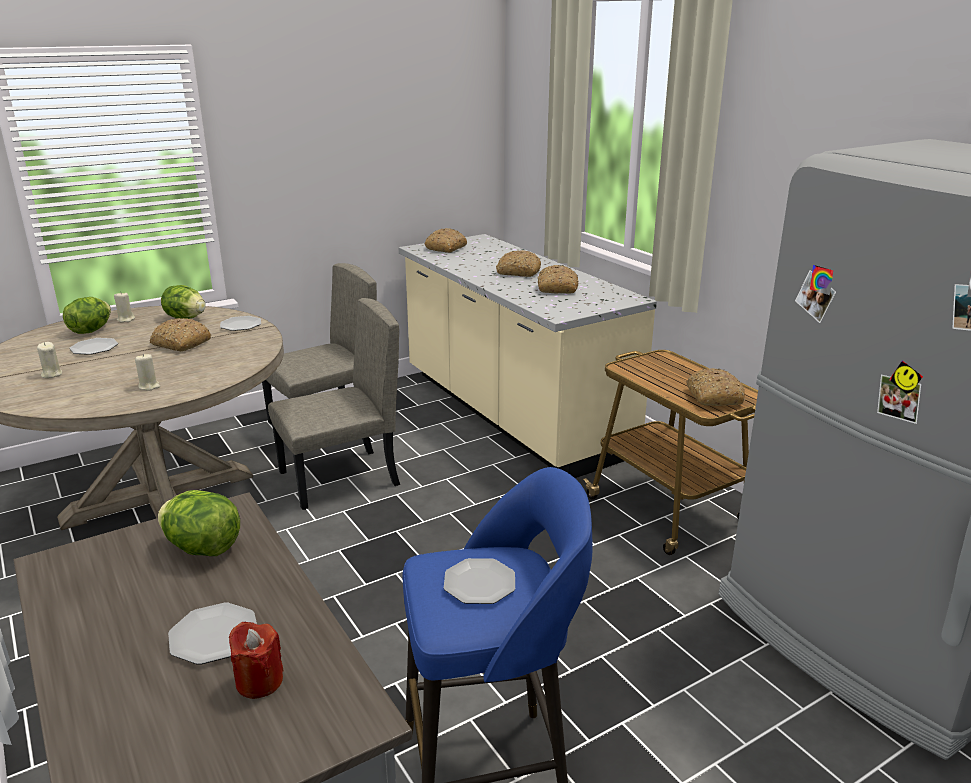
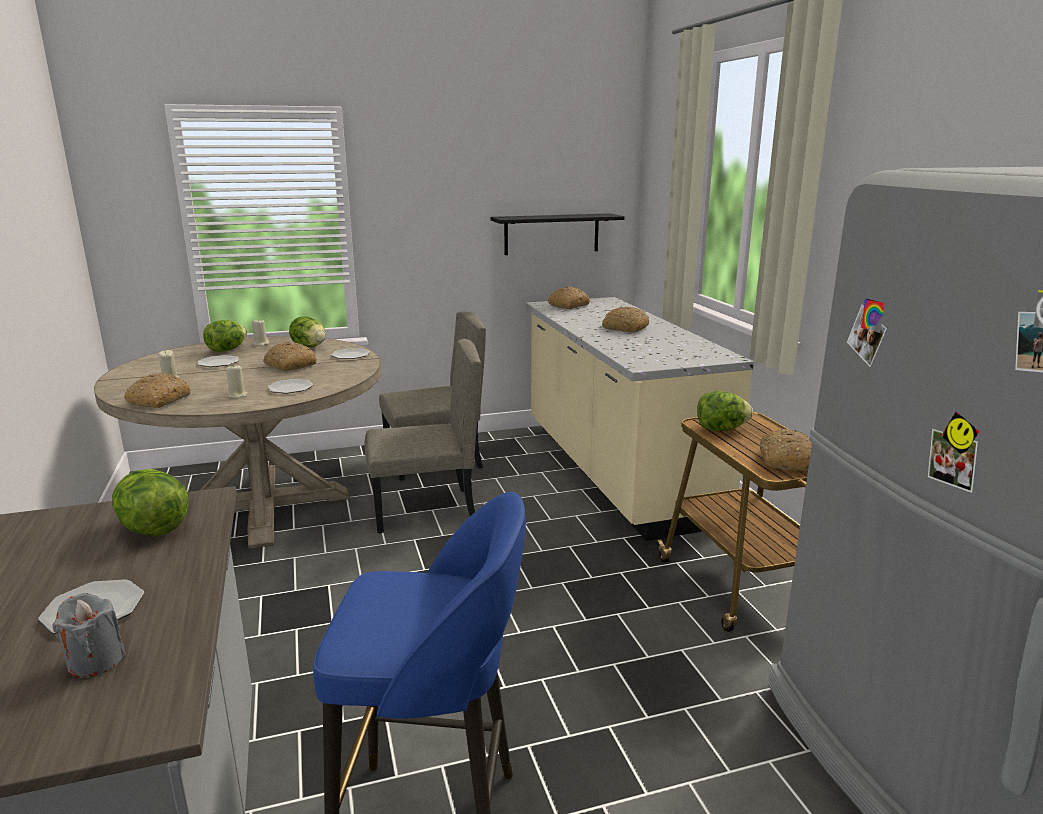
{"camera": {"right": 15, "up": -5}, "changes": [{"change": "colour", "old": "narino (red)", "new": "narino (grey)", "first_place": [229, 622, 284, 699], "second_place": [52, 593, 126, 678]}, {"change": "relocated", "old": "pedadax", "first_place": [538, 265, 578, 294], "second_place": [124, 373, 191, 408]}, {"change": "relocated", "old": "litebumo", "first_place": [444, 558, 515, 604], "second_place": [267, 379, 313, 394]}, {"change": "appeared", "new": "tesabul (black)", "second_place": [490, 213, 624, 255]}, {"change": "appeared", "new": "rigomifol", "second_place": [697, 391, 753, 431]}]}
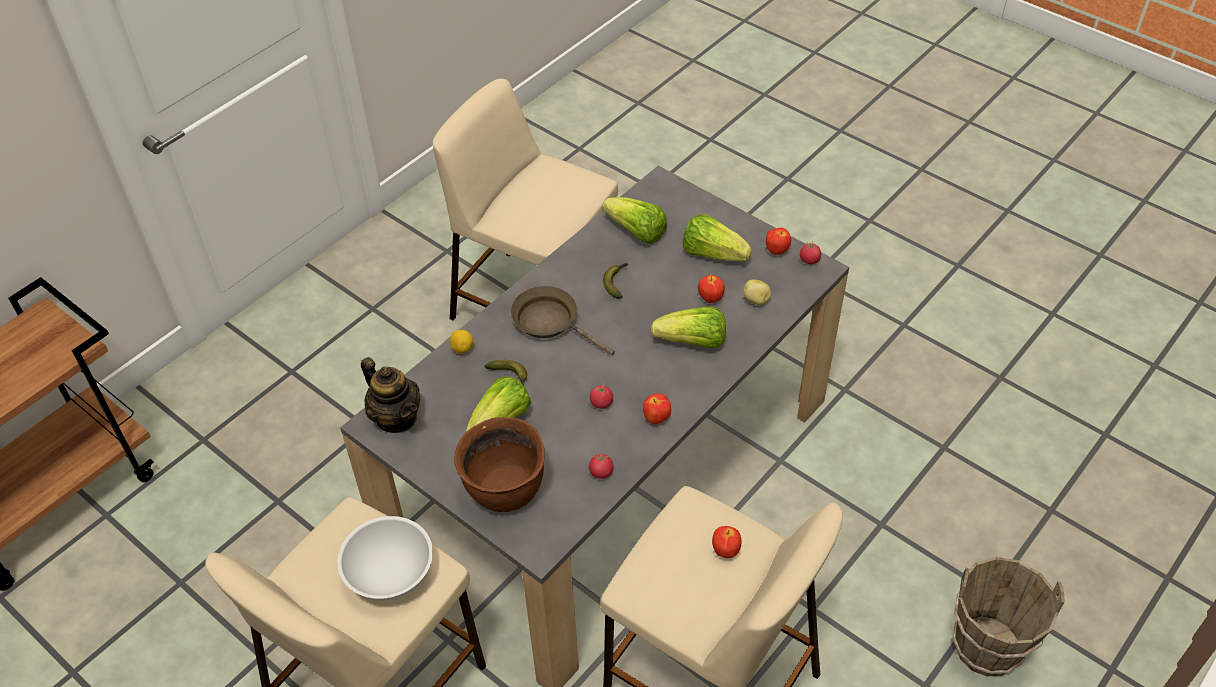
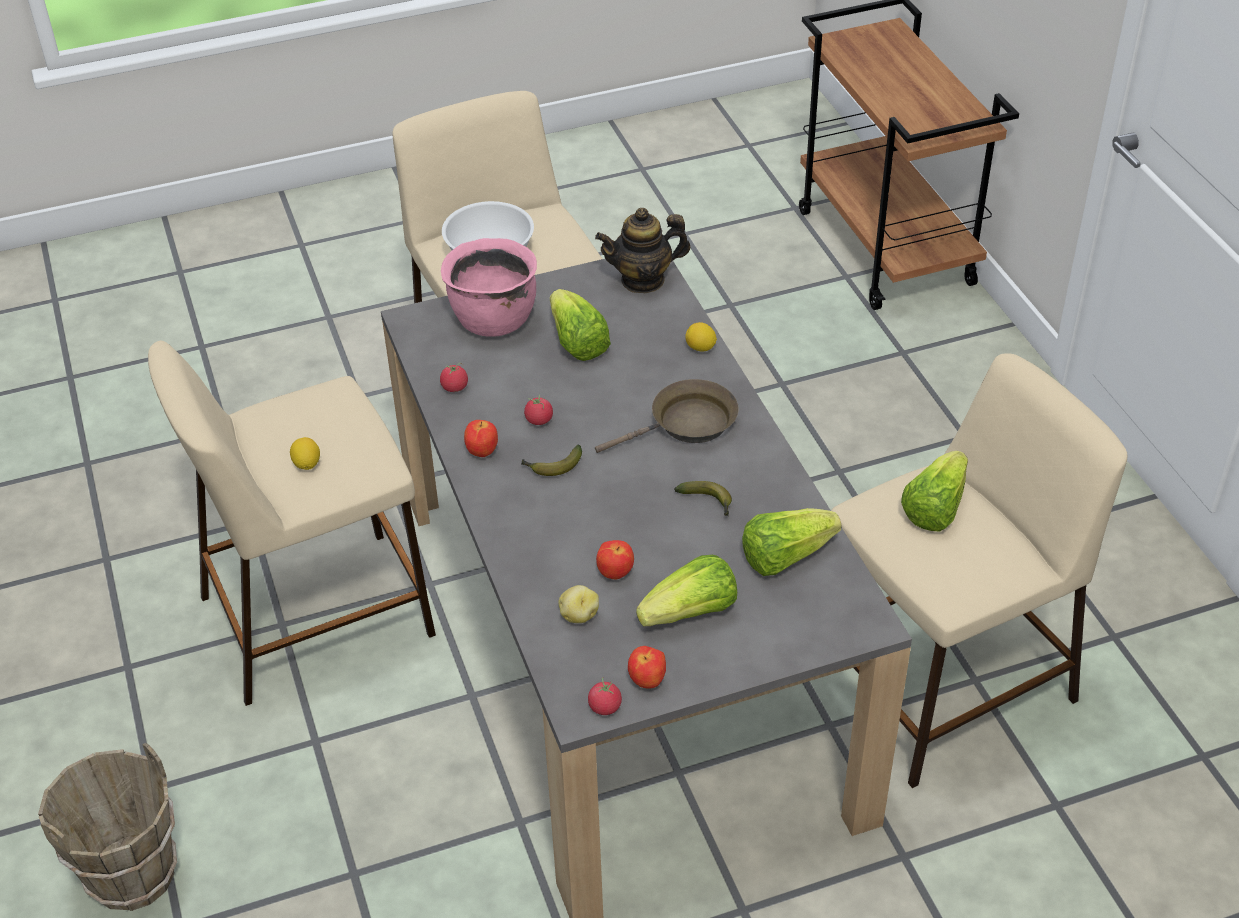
{"camera": {"right": 120, "up": -5}, "changes": [{"change": "exchanged", "old": "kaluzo", "new": "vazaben", "first_place": [712, 526, 742, 558], "second_place": [290, 437, 320, 470]}, {"change": "colour", "old": "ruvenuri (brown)", "new": "ruvenuri (pink)", "first_place": [454, 417, 545, 512], "second_place": [441, 238, 537, 337]}, {"change": "relocated", "old": "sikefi", "first_place": [485, 360, 527, 385], "second_place": [521, 445, 582, 476]}, {"change": "relocated", "old": "rigomifol", "first_place": [651, 306, 726, 349], "second_place": [901, 451, 968, 532]}]}
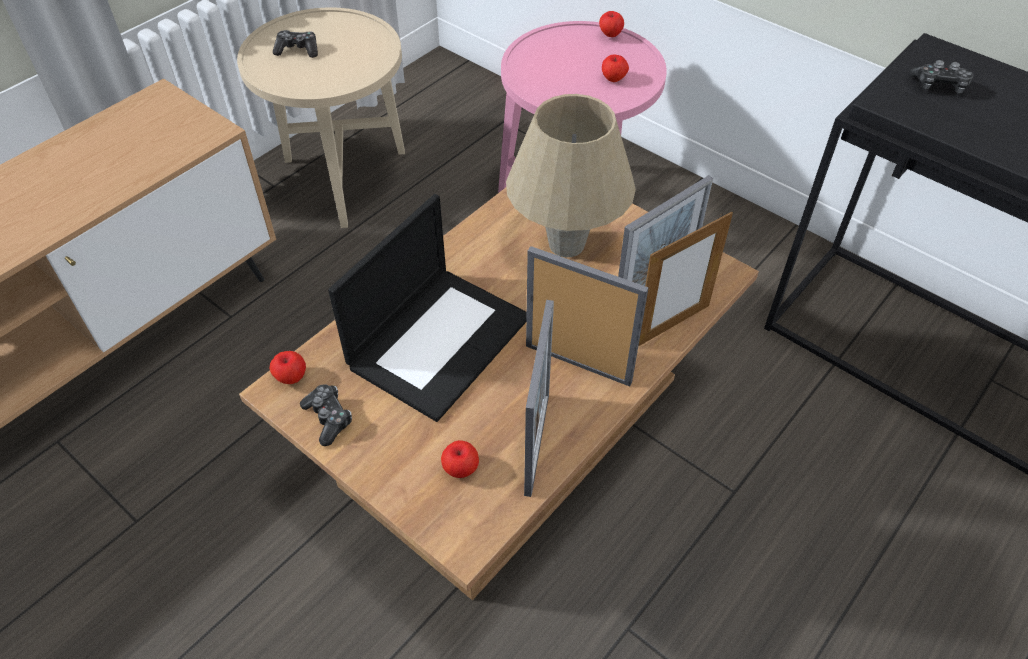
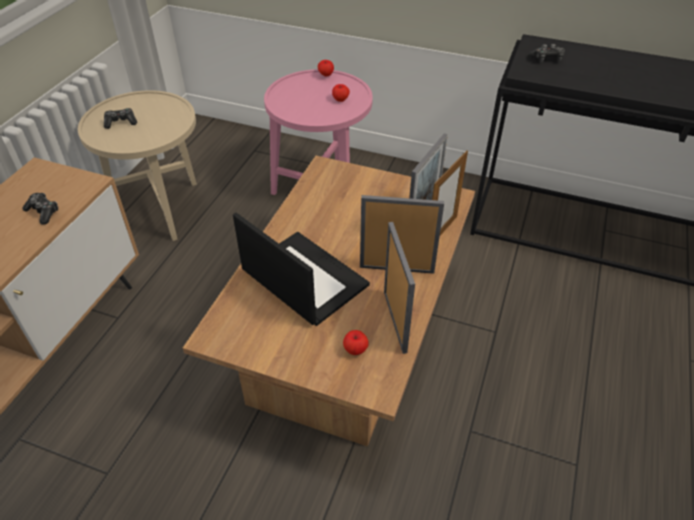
{"camera": {"right": -20, "up": -5}, "changes": [{"change": "relocated", "old": "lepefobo", "first_place": [300, 384, 352, 446], "second_place": [22, 193, 58, 225]}, {"change": "spun", "old": "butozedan", "first_place": [328, 194, 527, 422], "second_place": [233, 213, 370, 326], "degrees": -60}, {"change": "missing", "old": "kaluzo", "first_place": [270, 351, 306, 384]}, {"change": "missing", "old": "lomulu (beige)", "first_place": [506, 94, 636, 257]}]}
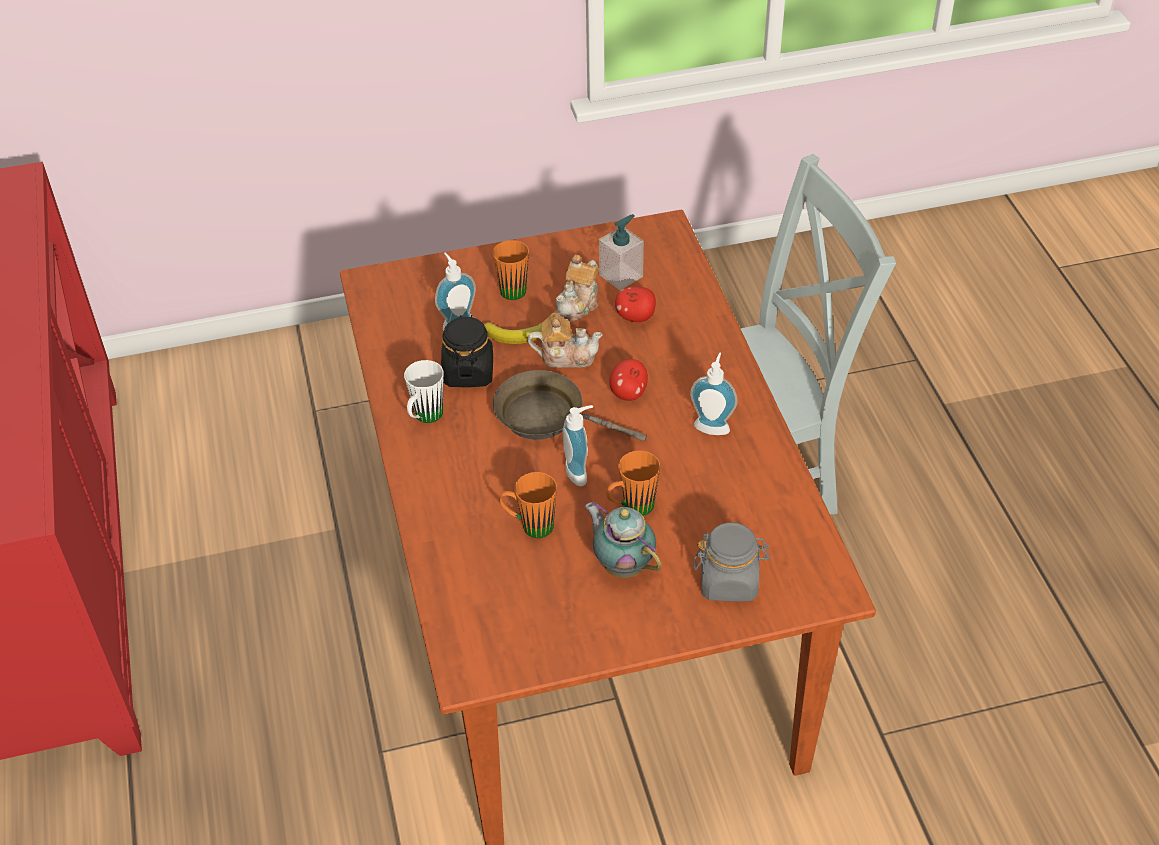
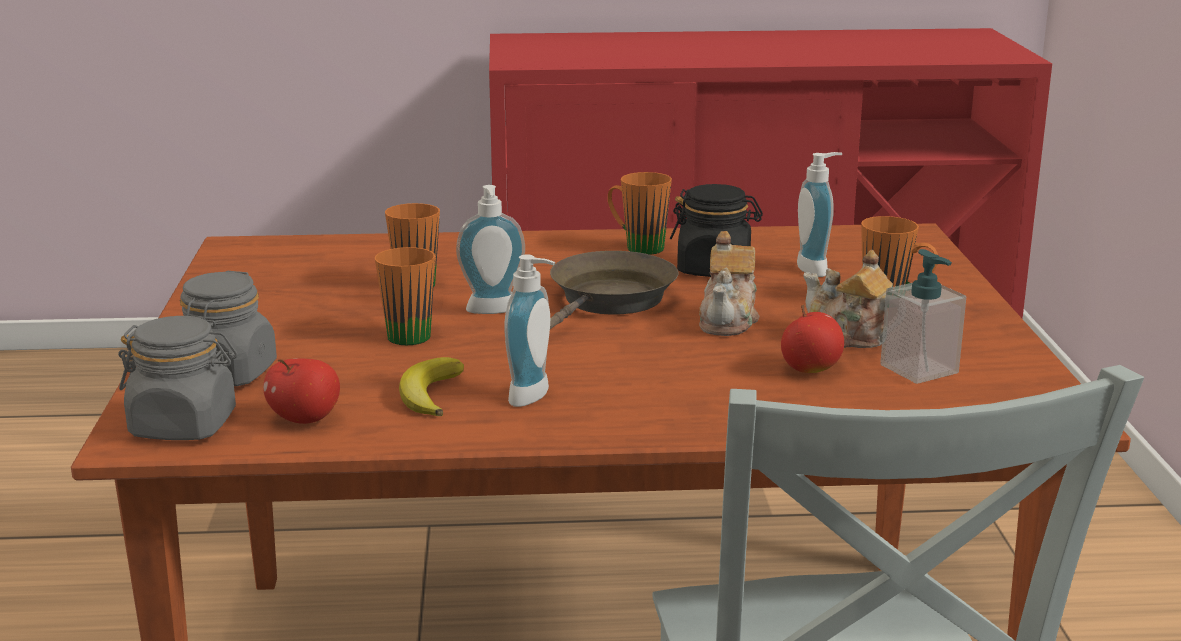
{"camera": {"right": 100, "up": -25}, "changes": [{"change": "appeared", "new": "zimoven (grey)", "second_place": [118, 316, 237, 440]}, {"change": "relocated", "old": "kaluzo", "first_place": [609, 359, 648, 401], "second_place": [263, 358, 340, 424]}, {"change": "relocated", "old": "sikefi", "first_place": [484, 322, 542, 344], "second_place": [399, 357, 464, 416]}, {"change": "colour", "old": "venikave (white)", "new": "venikave (orange)", "first_place": [404, 360, 444, 423], "second_place": [608, 172, 672, 255]}, {"change": "missing", "old": "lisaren", "first_place": [585, 502, 661, 578]}]}
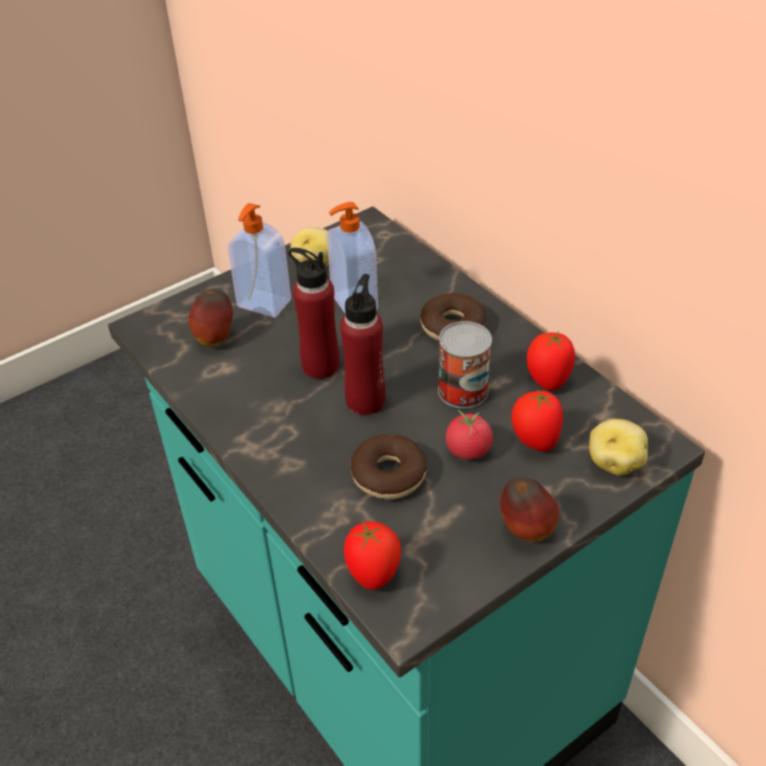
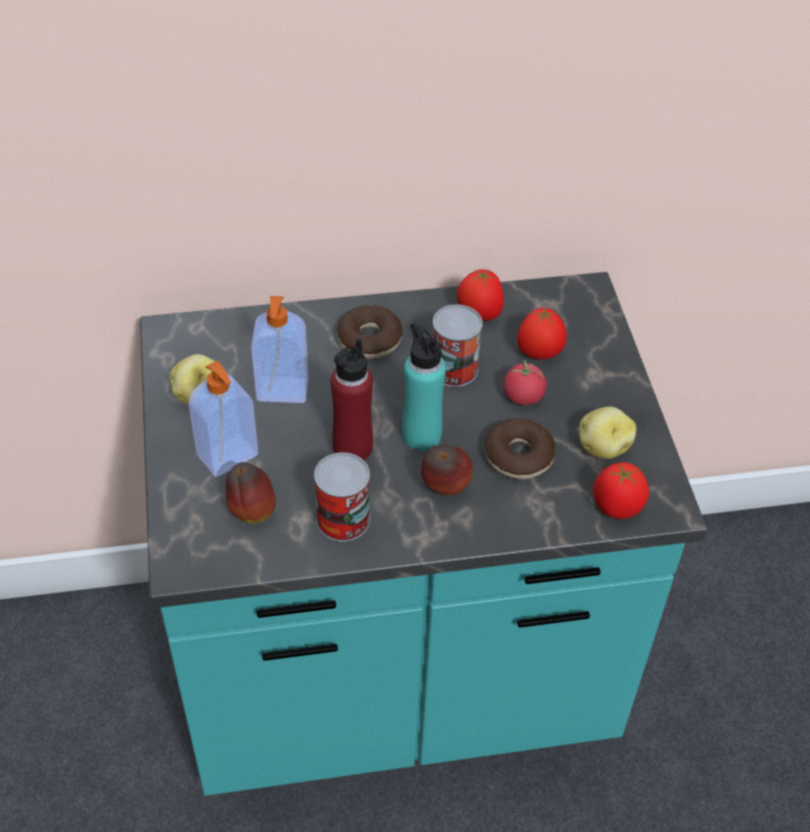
{"camera": {"right": -65, "up": 5}, "changes": [{"change": "appeared", "new": "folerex", "second_place": [314, 452, 370, 542]}, {"change": "colour", "old": "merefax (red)", "new": "merefax (turquoise)", "first_place": [340, 274, 386, 415], "second_place": [402, 322, 446, 451]}, {"change": "relocated", "old": "kaluzo", "first_place": [500, 477, 559, 542], "second_place": [421, 445, 473, 495]}, {"change": "relocated", "old": "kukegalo", "first_place": [589, 419, 648, 476], "second_place": [579, 407, 636, 459]}]}
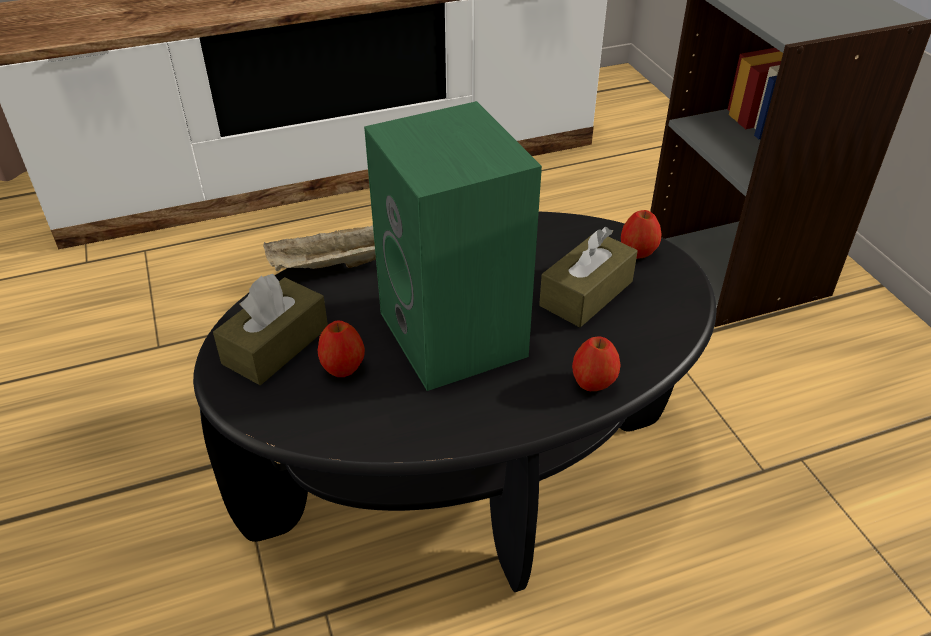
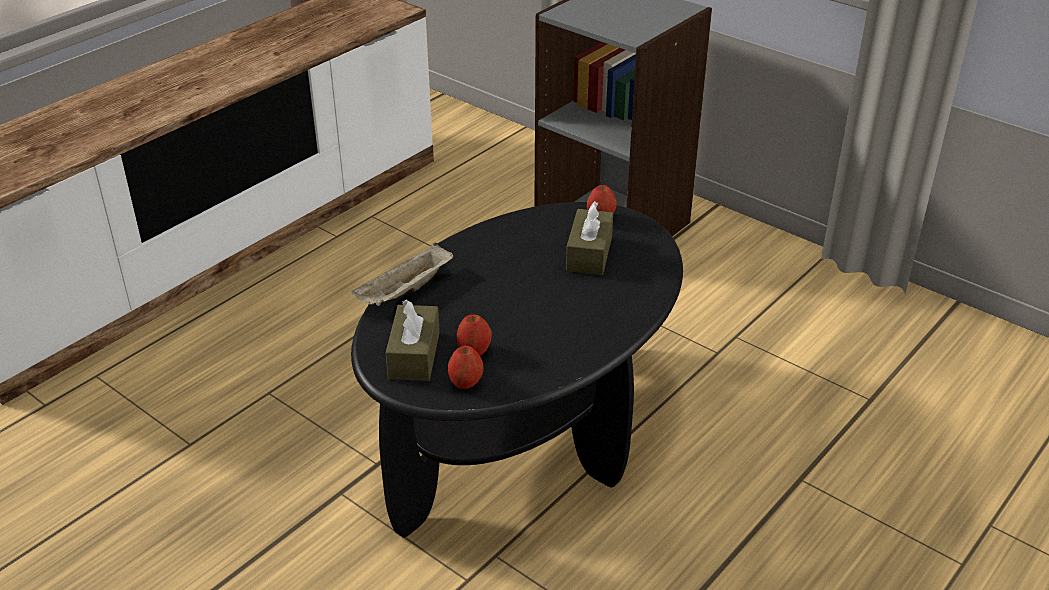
{"camera": {"right": -30, "up": -5}, "changes": [{"change": "relocated", "old": "kaluzo", "first_place": [572, 336, 621, 391], "second_place": [448, 346, 484, 389]}, {"change": "missing", "old": "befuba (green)", "first_place": [364, 101, 542, 391]}]}
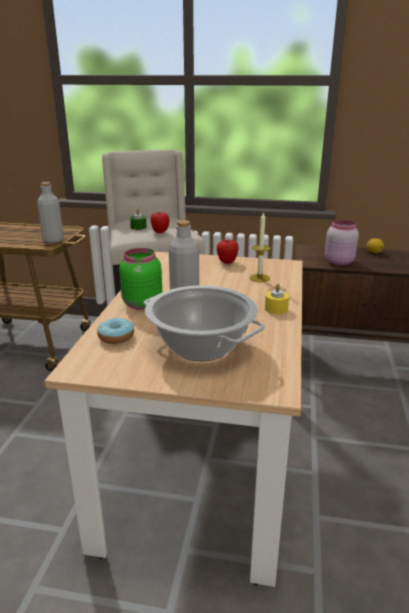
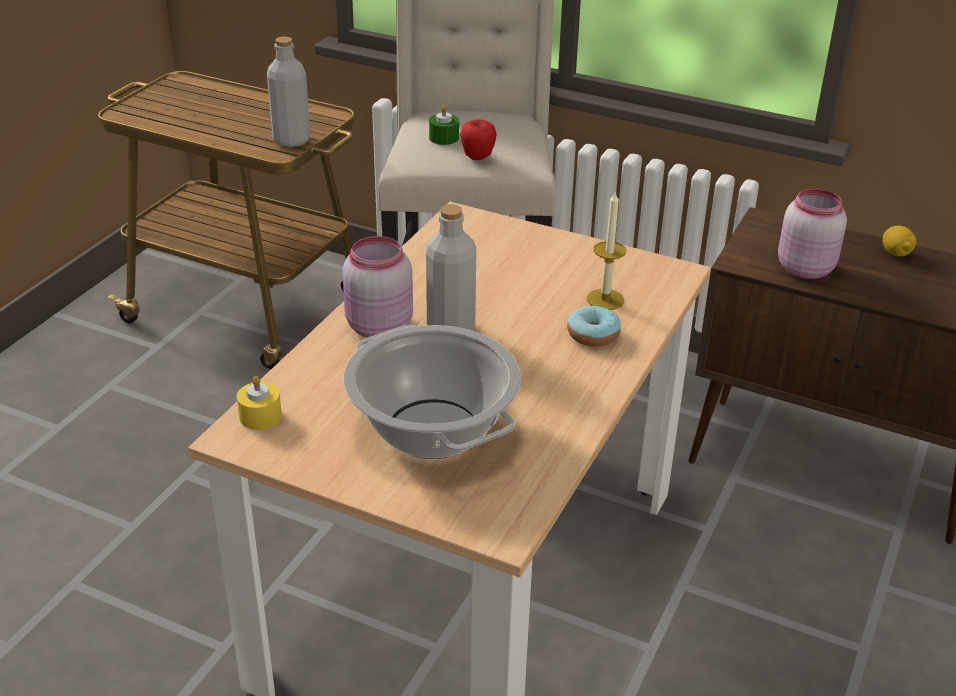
{"camera": {"right": 15, "up": 10}, "changes": [{"change": "relocated", "old": "narino (yellow)", "first_place": [265, 284, 289, 314], "second_place": [237, 376, 282, 430]}, {"change": "colour", "old": "zimoven (green)", "new": "zimoven (pink)", "first_place": [119, 248, 162, 310], "second_place": [343, 236, 413, 338]}, {"change": "relocated", "old": "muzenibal", "first_place": [97, 318, 134, 344], "second_place": [567, 305, 621, 347]}, {"change": "missing", "old": "kaluzo", "first_place": [217, 240, 239, 264]}]}
